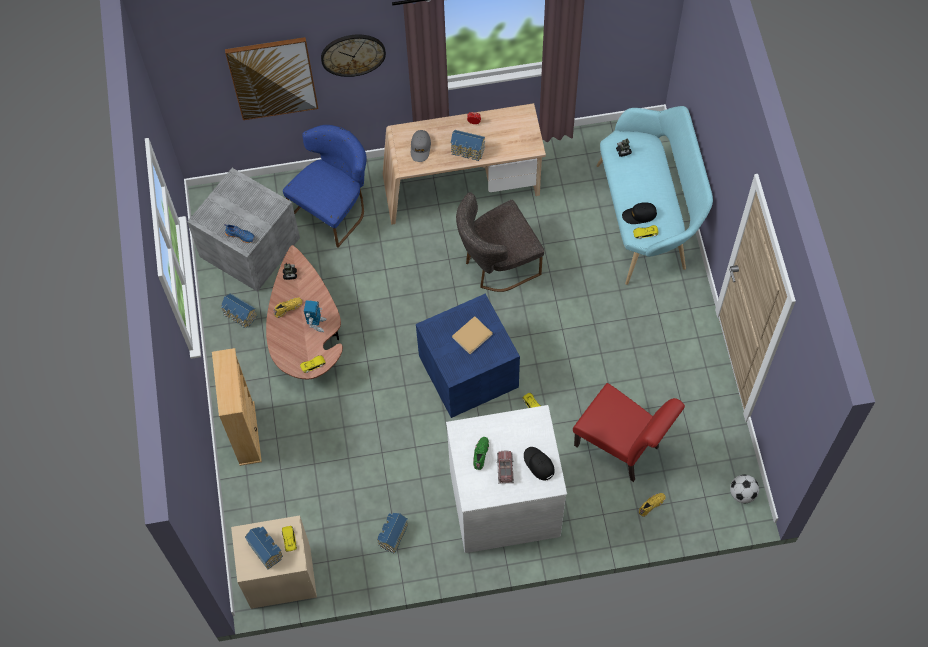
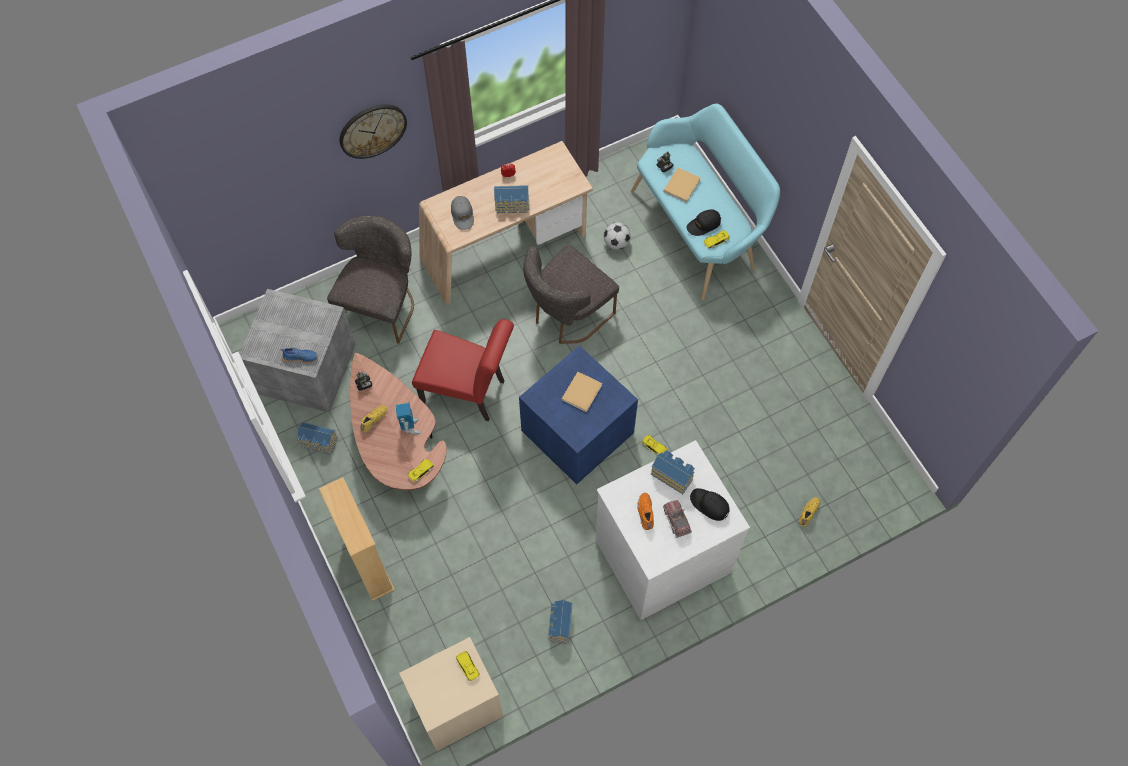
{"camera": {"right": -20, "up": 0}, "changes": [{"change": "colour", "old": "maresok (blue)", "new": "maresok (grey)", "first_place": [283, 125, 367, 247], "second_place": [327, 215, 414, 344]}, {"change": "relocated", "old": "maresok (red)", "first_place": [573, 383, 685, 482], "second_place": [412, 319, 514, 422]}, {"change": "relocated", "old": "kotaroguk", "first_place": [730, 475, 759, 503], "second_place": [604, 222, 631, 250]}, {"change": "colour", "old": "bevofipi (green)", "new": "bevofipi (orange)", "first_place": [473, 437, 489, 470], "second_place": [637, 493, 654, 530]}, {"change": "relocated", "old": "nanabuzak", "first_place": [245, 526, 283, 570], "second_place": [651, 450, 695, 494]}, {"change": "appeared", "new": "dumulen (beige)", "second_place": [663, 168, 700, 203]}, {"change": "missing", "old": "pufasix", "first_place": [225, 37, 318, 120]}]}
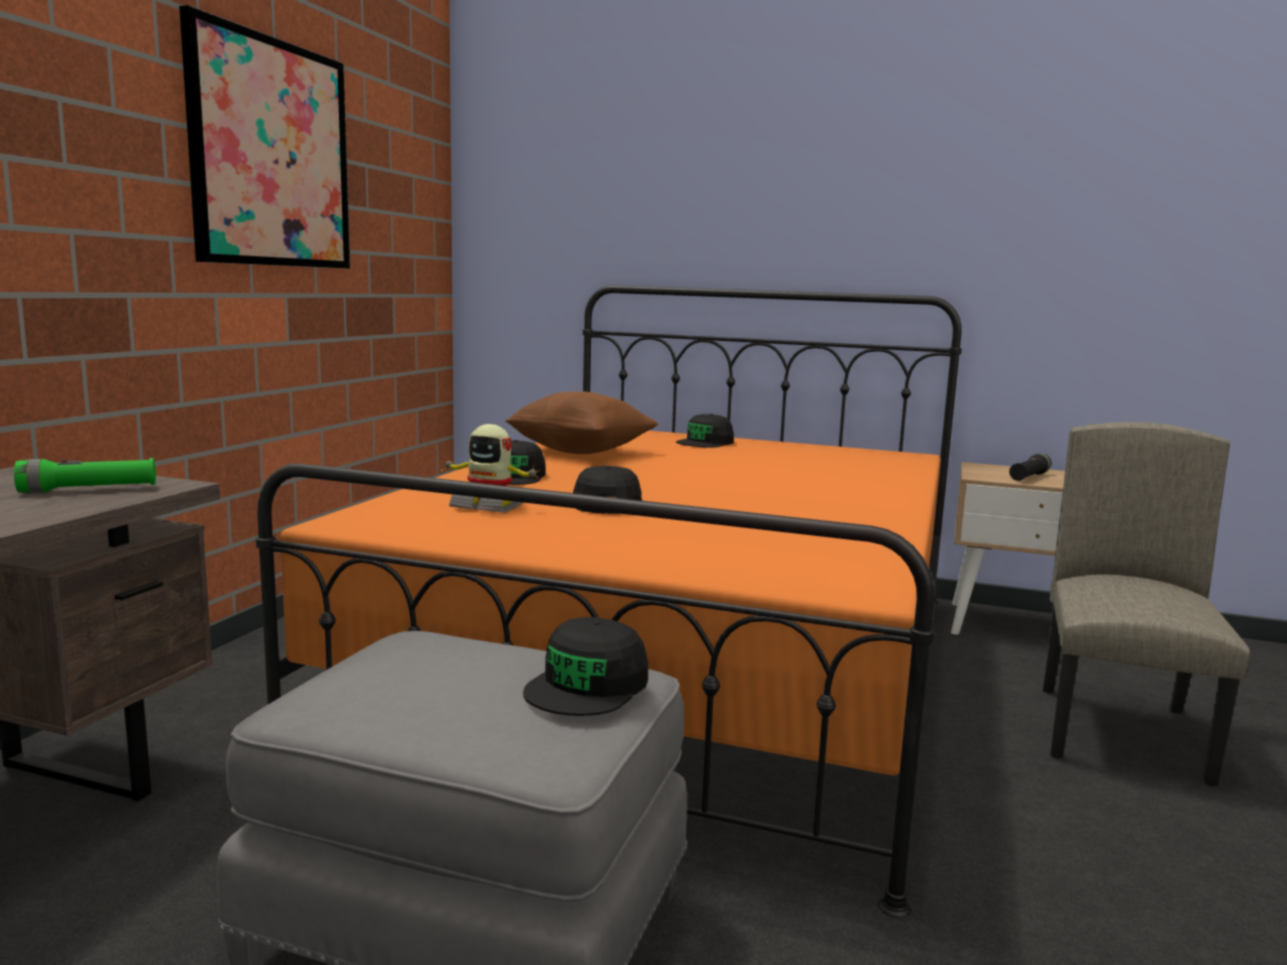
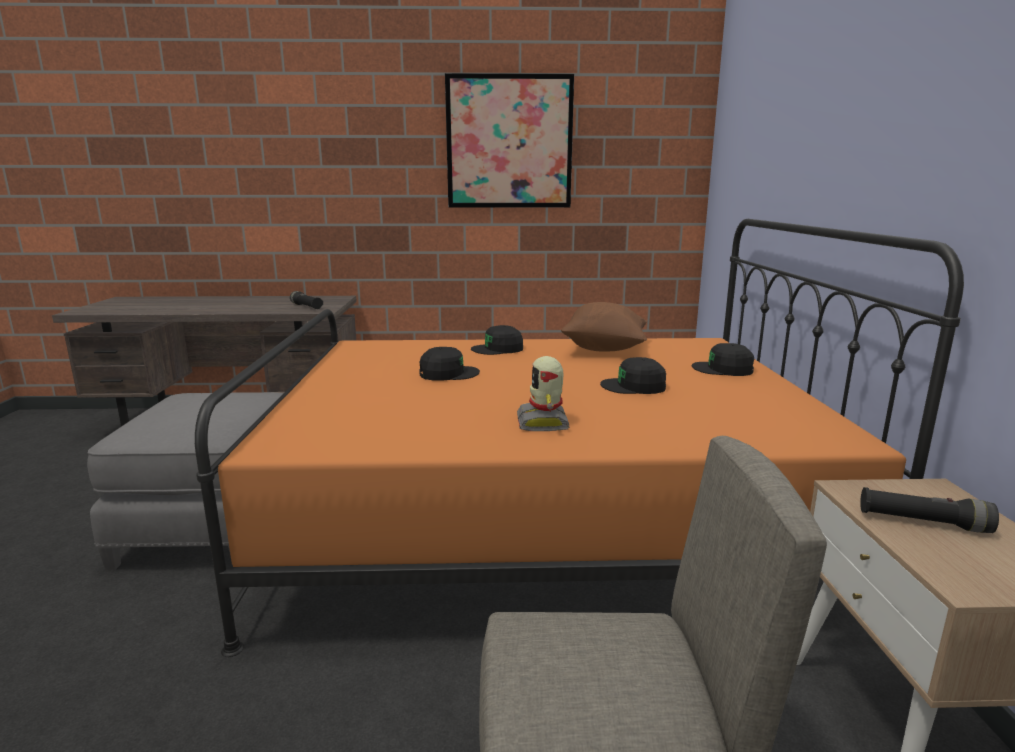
{"camera": {"right": 70, "up": 5}, "changes": [{"change": "colour", "old": "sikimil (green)", "new": "sikimil (black)", "first_place": [14, 458, 156, 493], "second_place": [290, 291, 323, 309]}, {"change": "relocated", "old": "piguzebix", "first_place": [440, 424, 541, 512], "second_place": [517, 356, 570, 431]}, {"change": "relocated", "old": "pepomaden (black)", "first_place": [523, 617, 648, 716], "second_place": [600, 357, 666, 394]}]}
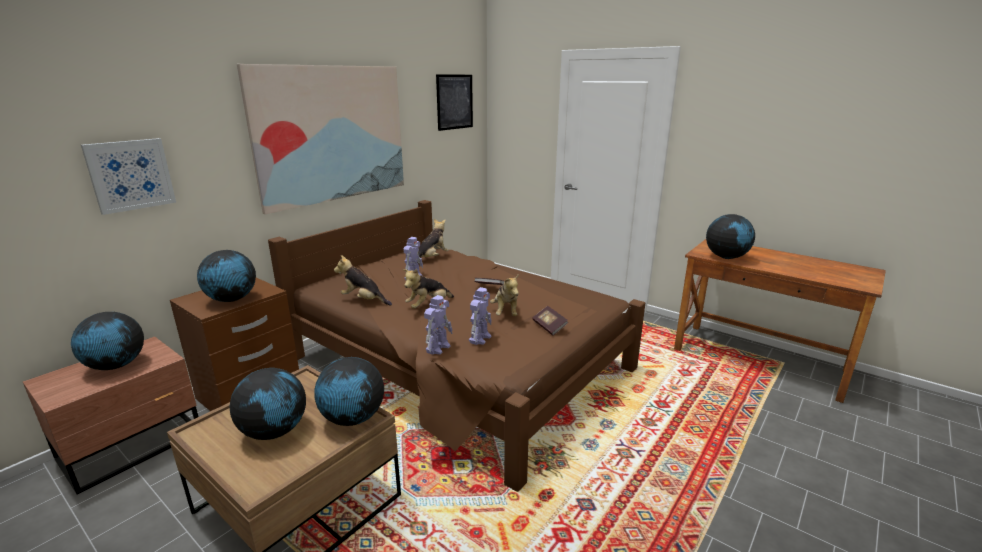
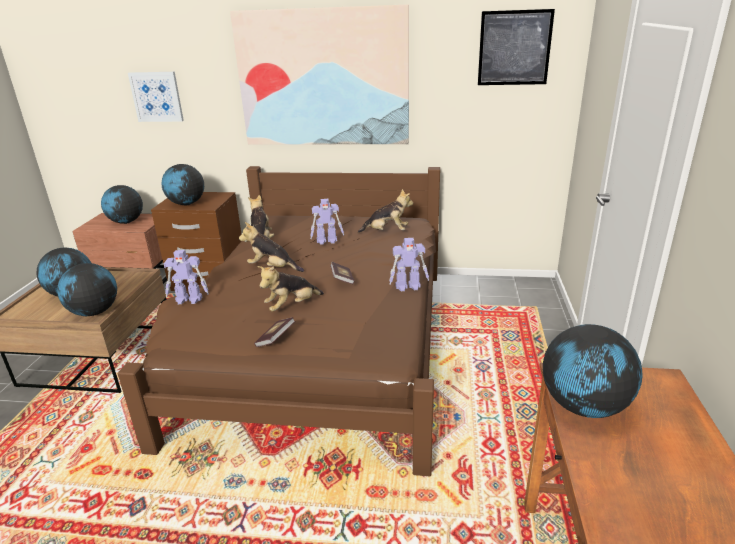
{"camera": {"right": 60, "up": 5}, "changes": [{"change": "relocated", "old": "piguzebix", "first_place": [469, 287, 492, 345], "second_place": [389, 238, 429, 291]}]}
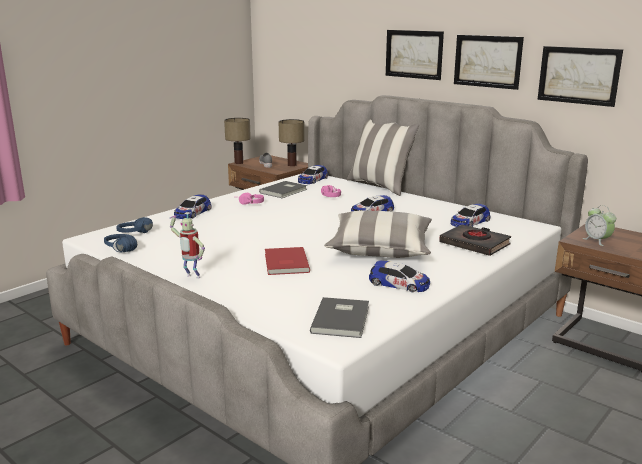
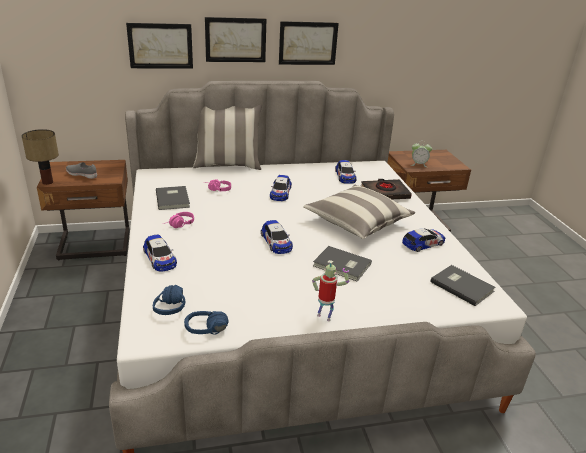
{"camera": {"right": -55, "up": 10}, "changes": [{"change": "relocated", "old": "pufasix", "first_place": [537, 46, 623, 107], "second_place": [126, 23, 193, 69]}, {"change": "relocated", "old": "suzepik", "first_place": [298, 165, 328, 184], "second_place": [261, 220, 293, 254]}, {"change": "spun", "old": "piguzebix", "first_place": [170, 212, 205, 279], "second_place": [312, 260, 349, 321], "degrees": -120}, {"change": "colour", "old": "dumulen (red)", "new": "dumulen (grey)", "first_place": [265, 247, 310, 275], "second_place": [313, 246, 372, 282]}, {"change": "missing", "old": "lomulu", "first_place": [279, 119, 305, 166]}]}
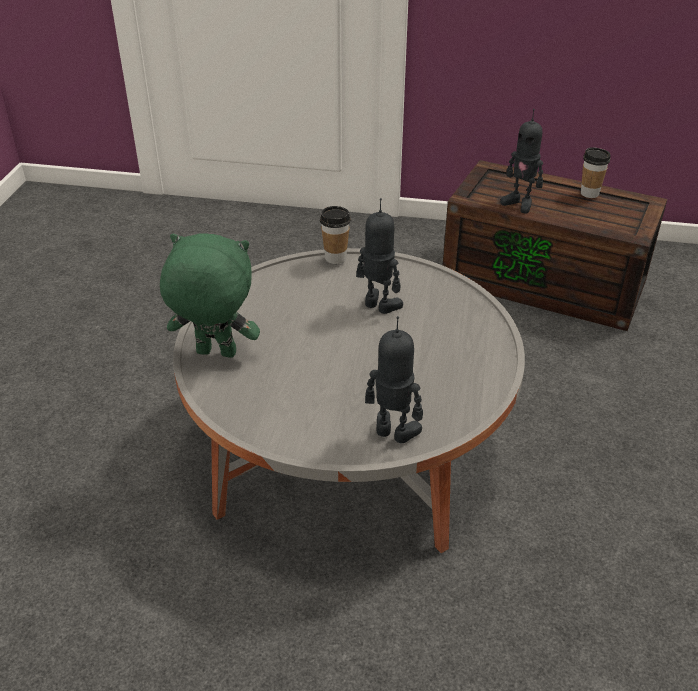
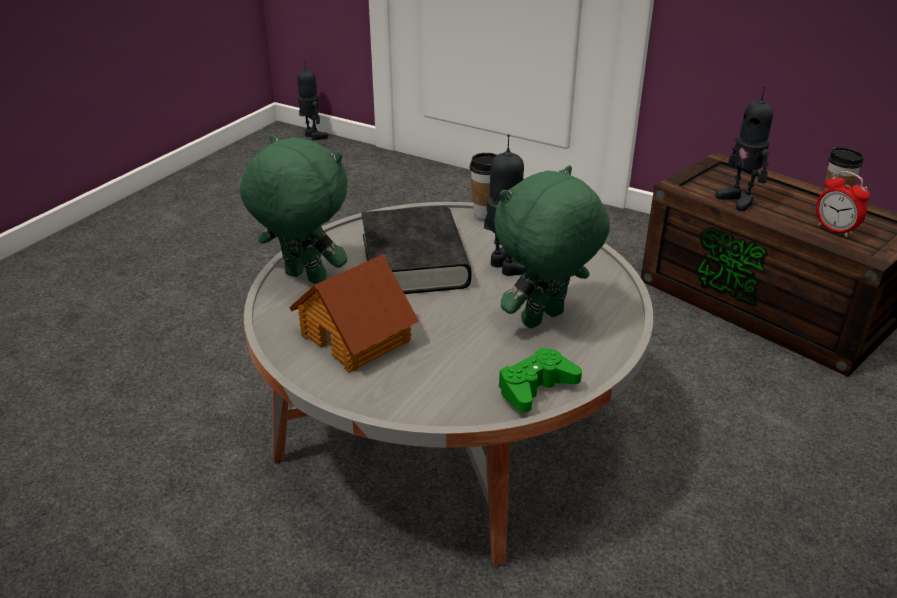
{"camera": {"right": 20, "up": -5}, "changes": [{"change": "appeared", "new": "nanabuzak", "second_place": [289, 254, 419, 373]}, {"change": "relocated", "old": "piguzebix", "first_place": [365, 316, 423, 443], "second_place": [298, 60, 328, 140]}, {"change": "appeared", "new": "dumulen (black)", "second_place": [361, 206, 471, 294]}, {"change": "appeared", "new": "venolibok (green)", "second_place": [494, 165, 610, 329]}, {"change": "appeared", "new": "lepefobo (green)", "second_place": [498, 348, 582, 412]}, {"change": "appeared", "new": "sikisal", "second_place": [816, 171, 870, 237]}]}
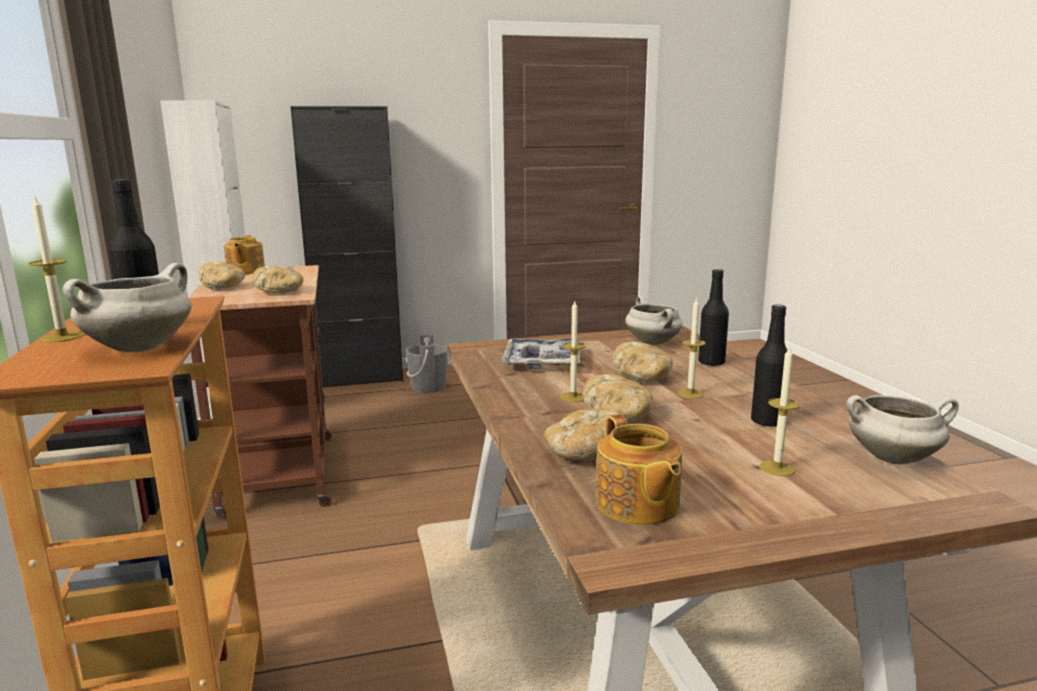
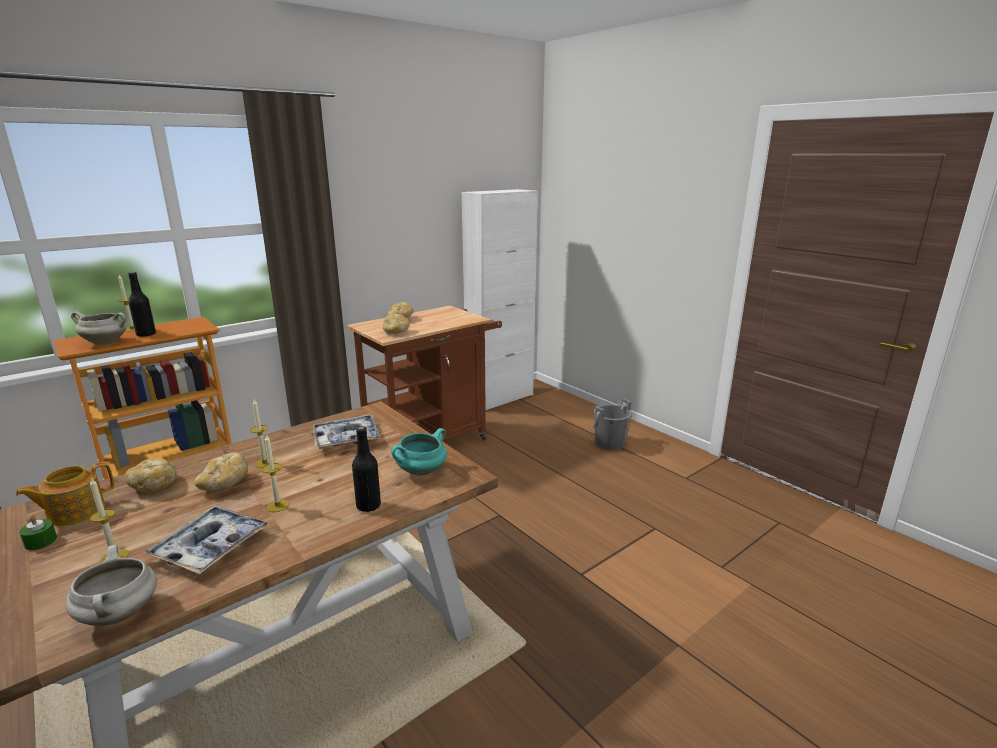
{"camera": {"right": 65, "up": 5}, "changes": [{"change": "appeared", "new": "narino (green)", "second_place": [19, 515, 57, 550]}, {"change": "exchanged", "old": "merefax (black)", "new": "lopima", "first_place": [751, 304, 788, 427], "second_place": [145, 506, 269, 574]}, {"change": "colour", "old": "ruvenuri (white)", "new": "ruvenuri (turquoise)", "first_place": [625, 296, 683, 345], "second_place": [391, 428, 447, 476]}, {"change": "missing", "old": "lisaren", "first_place": [224, 235, 265, 274]}, {"change": "missing", "old": "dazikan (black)", "first_place": [290, 106, 403, 388]}, {"change": "missing", "old": "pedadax", "first_place": [613, 342, 673, 382]}]}
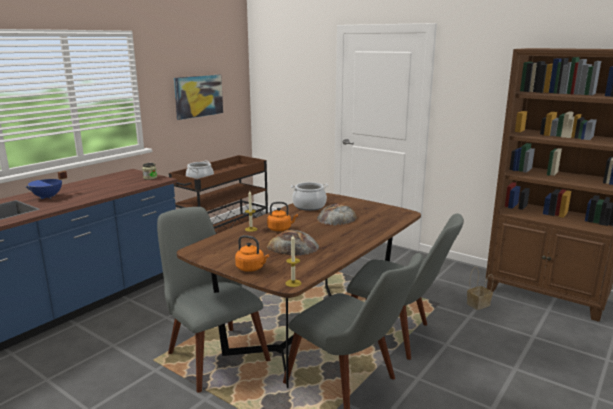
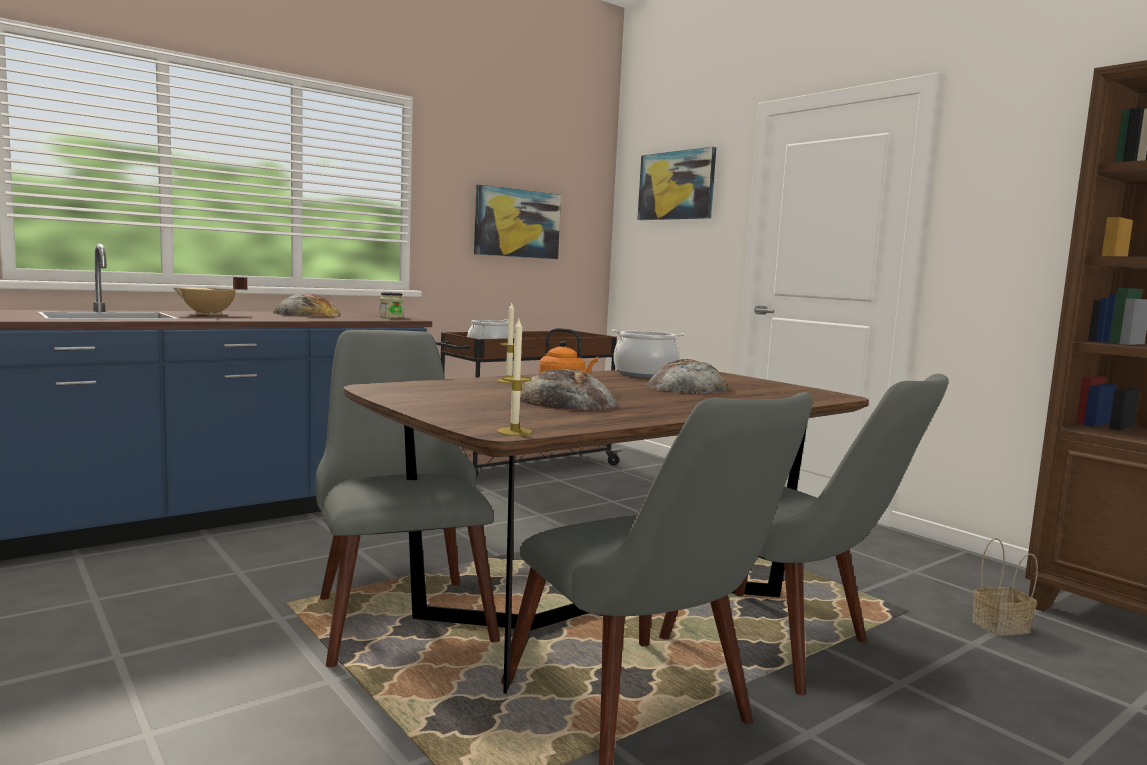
{"camera": {"right": 15, "up": -10}, "changes": [{"change": "colour", "old": "ruvenuri (blue)", "new": "ruvenuri (beige)", "first_place": [25, 171, 67, 199], "second_place": [173, 277, 247, 315]}, {"change": "appeared", "new": "pedadax", "second_place": [273, 294, 341, 317]}, {"change": "appeared", "new": "pufasix", "second_place": [637, 147, 716, 220]}, {"change": "missing", "old": "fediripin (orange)", "first_place": [235, 235, 269, 272]}]}
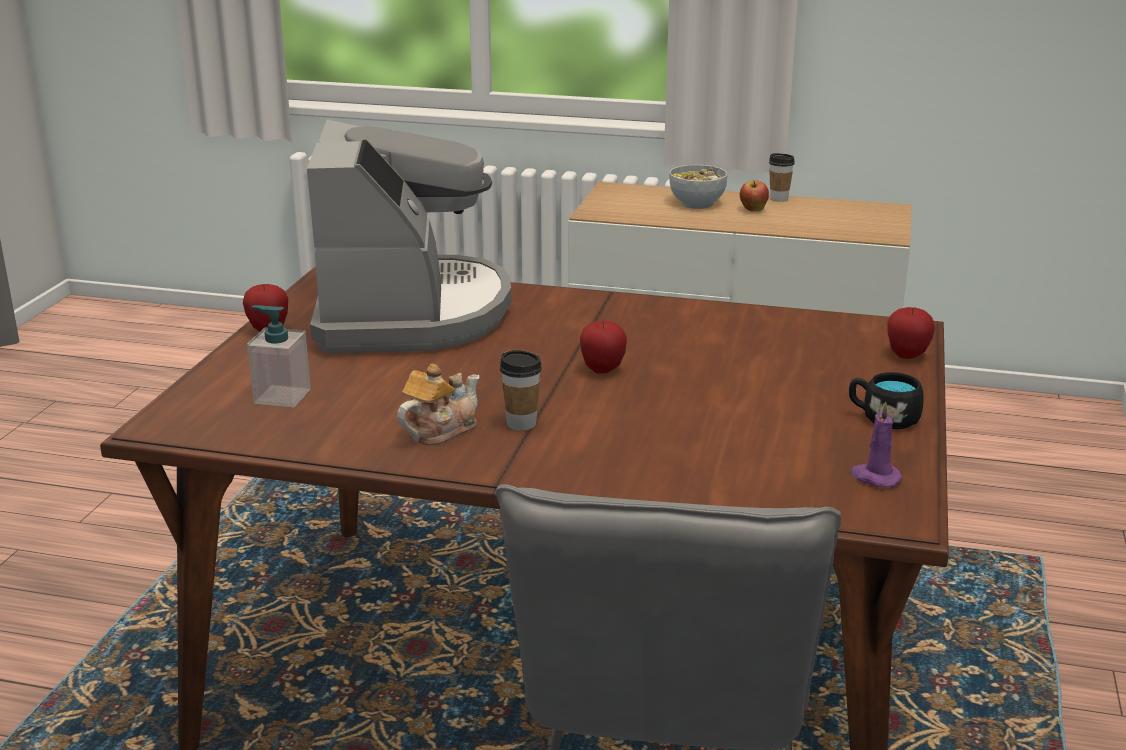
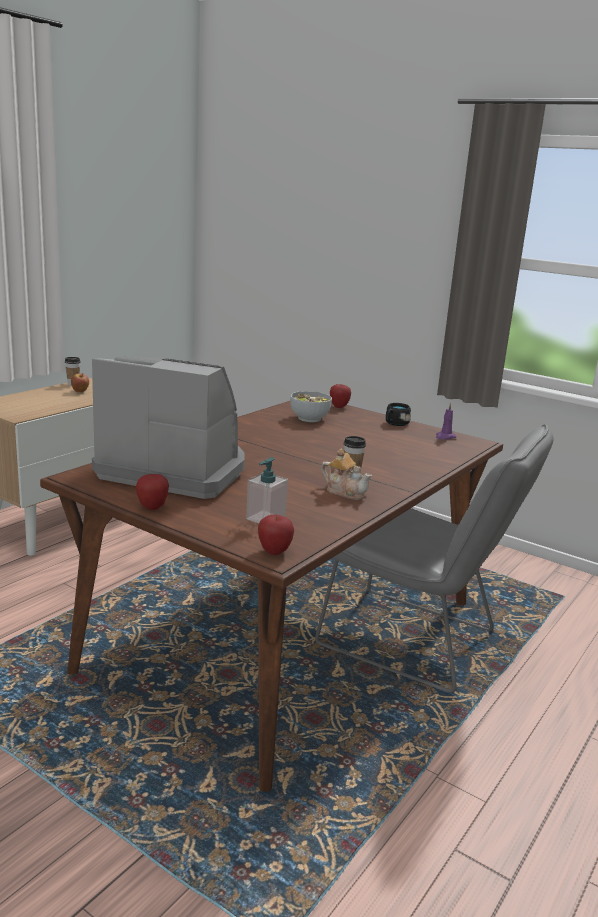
{"camera": {"right": -70, "up": -5}, "changes": [{"change": "relocated", "old": "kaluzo", "first_place": [580, 321, 627, 374], "second_place": [258, 514, 294, 555]}, {"change": "relocated", "old": "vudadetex", "first_place": [669, 165, 728, 209], "second_place": [290, 391, 332, 422]}, {"change": "spun", "old": "lisaren", "first_place": [397, 364, 480, 445], "second_place": [321, 449, 372, 500], "degrees": 150}]}
